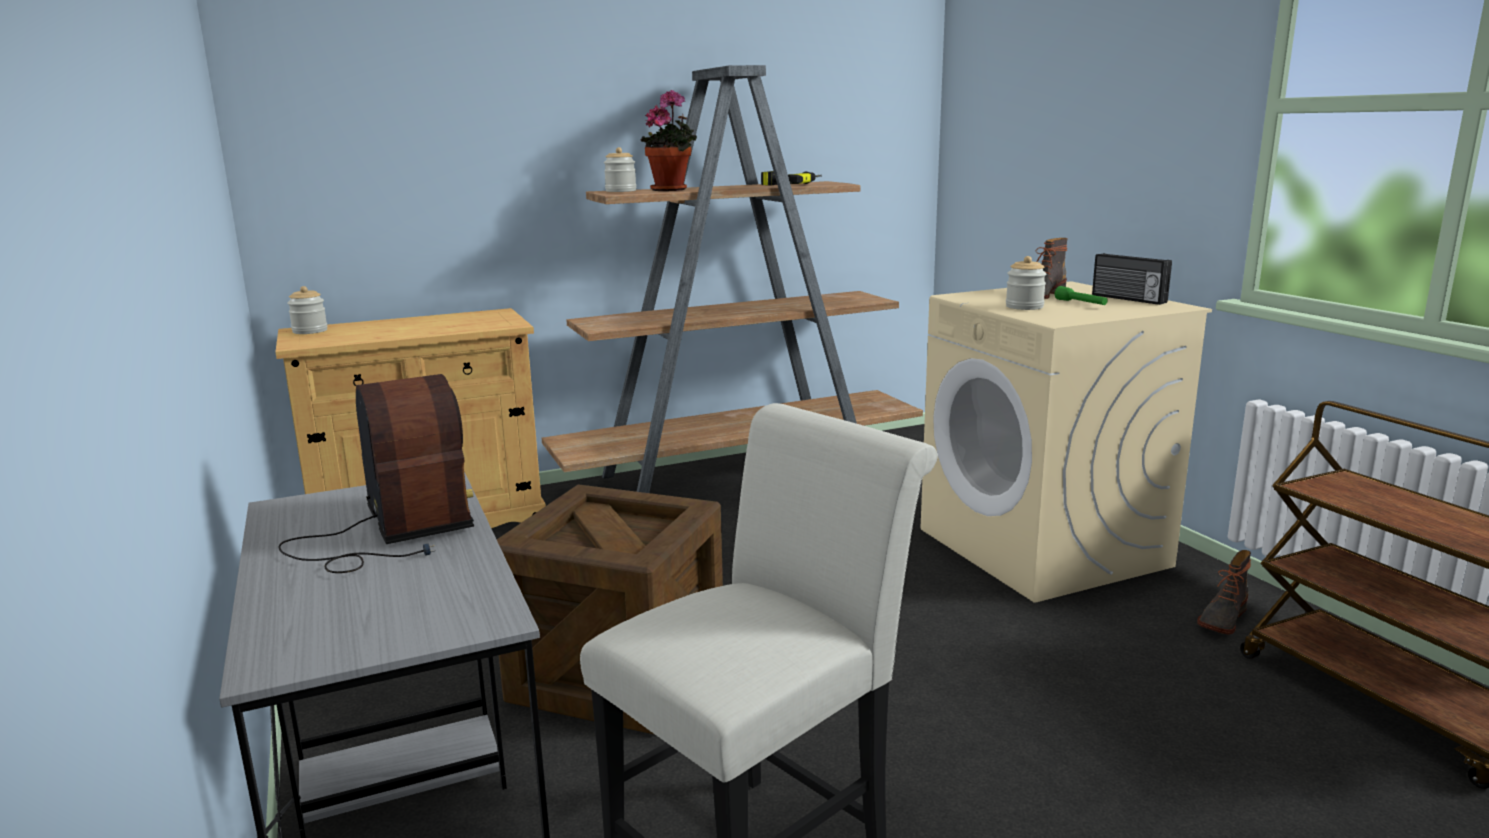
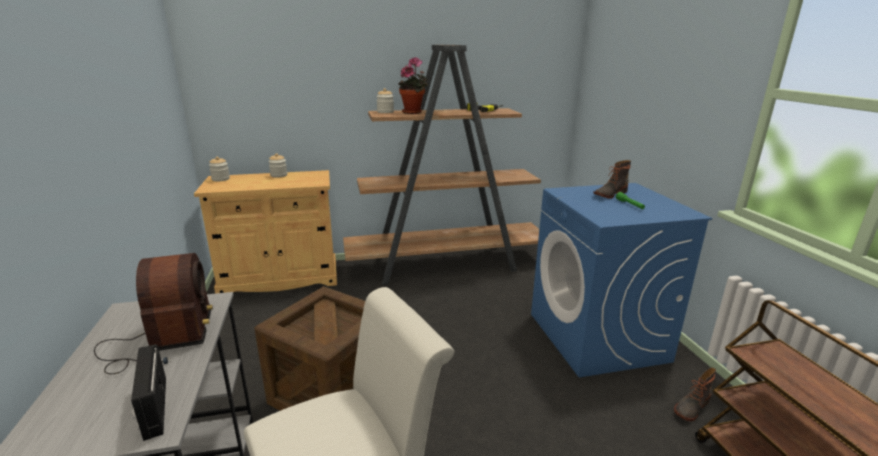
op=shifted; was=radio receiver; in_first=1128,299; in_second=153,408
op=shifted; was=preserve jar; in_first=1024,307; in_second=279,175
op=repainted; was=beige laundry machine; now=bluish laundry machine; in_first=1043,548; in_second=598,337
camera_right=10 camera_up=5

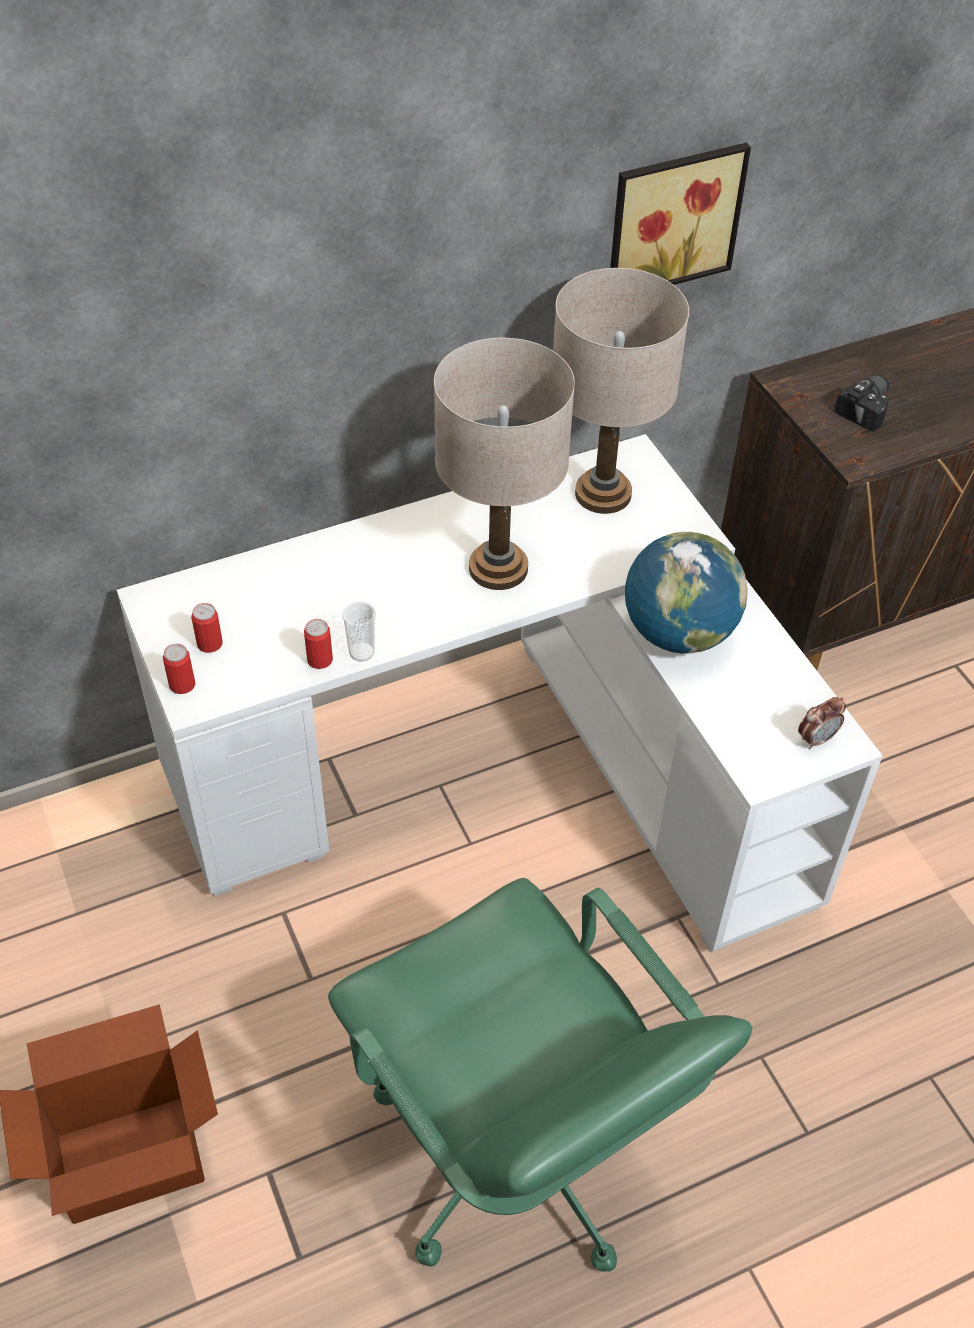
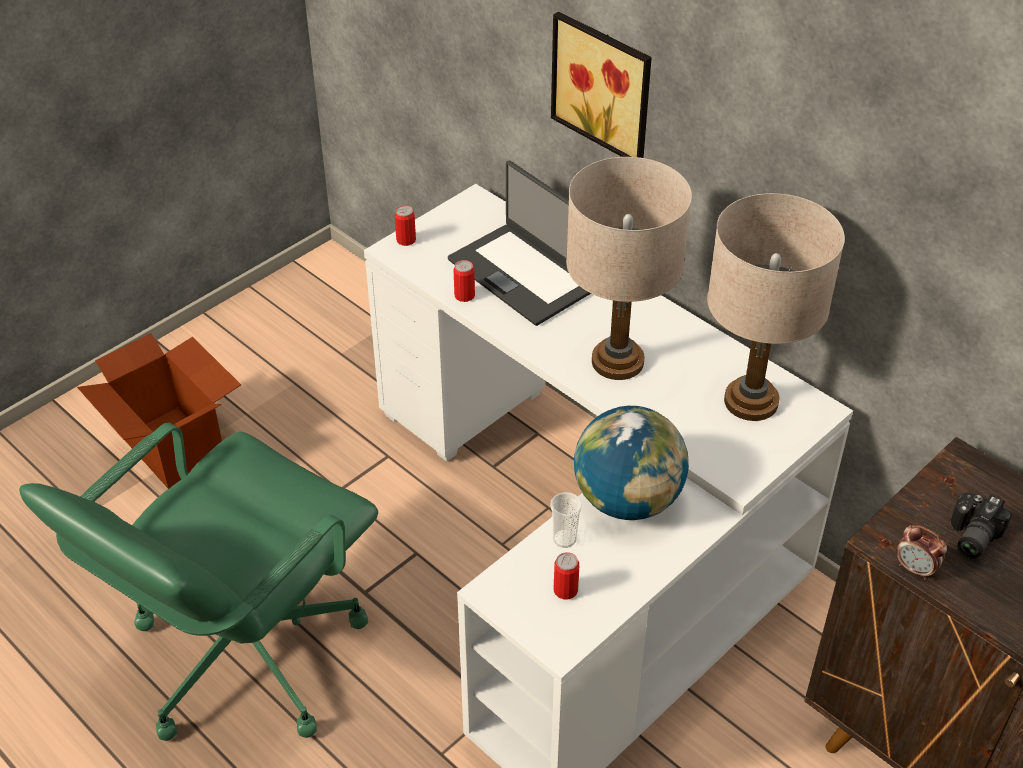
op=new; now=laptop; in_second=524,273
op=shifted; was=cup; in_first=361,652; in_second=564,539
op=shifted; was=wall art; in_first=672,217; in_second=604,85
op=shifted; was=can; in_first=210,644; in_second=565,590
op=shifted; was=table clock; in_first=816,739; in_second=915,569
op=rotated; was=still camera; in_first=867,410; in_second=970,536; clockwise=105
camera_right=70 camera_up=-5

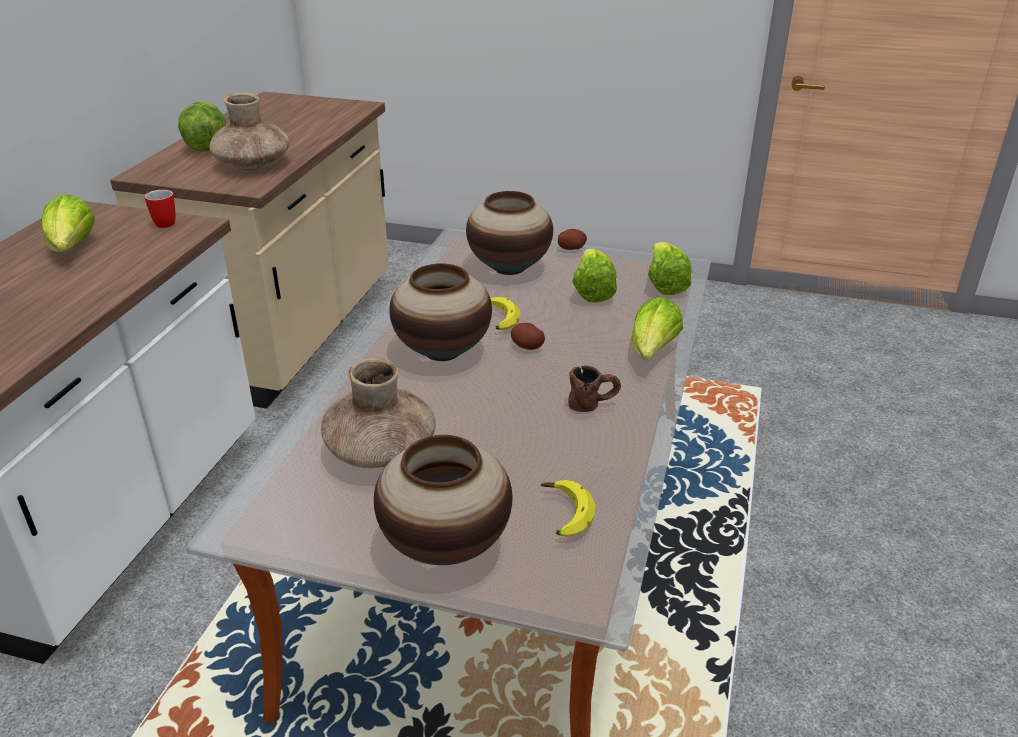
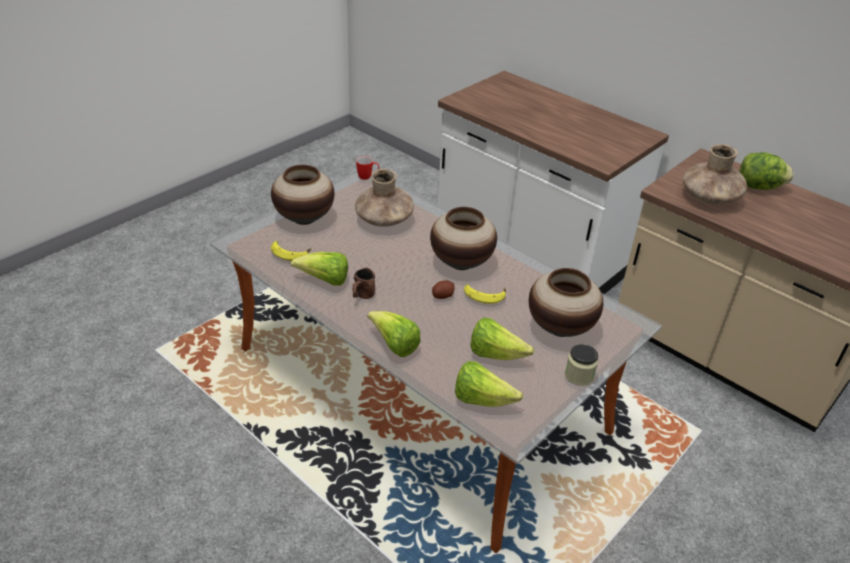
op=shifted; was=lettuce; in_first=72,249; in_second=324,280
op=shifted; was=mug; in_first=165,222; in_second=367,177
op=swapped; was=whole potato; now=preserve jar; in_first=571,248; in_second=579,375
camera_right=115 camera_up=5

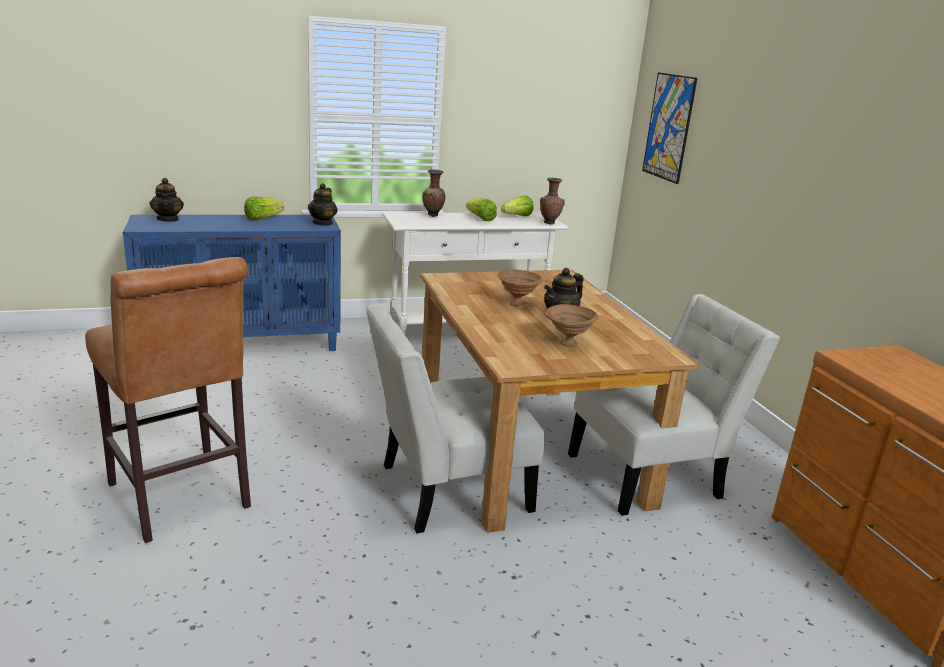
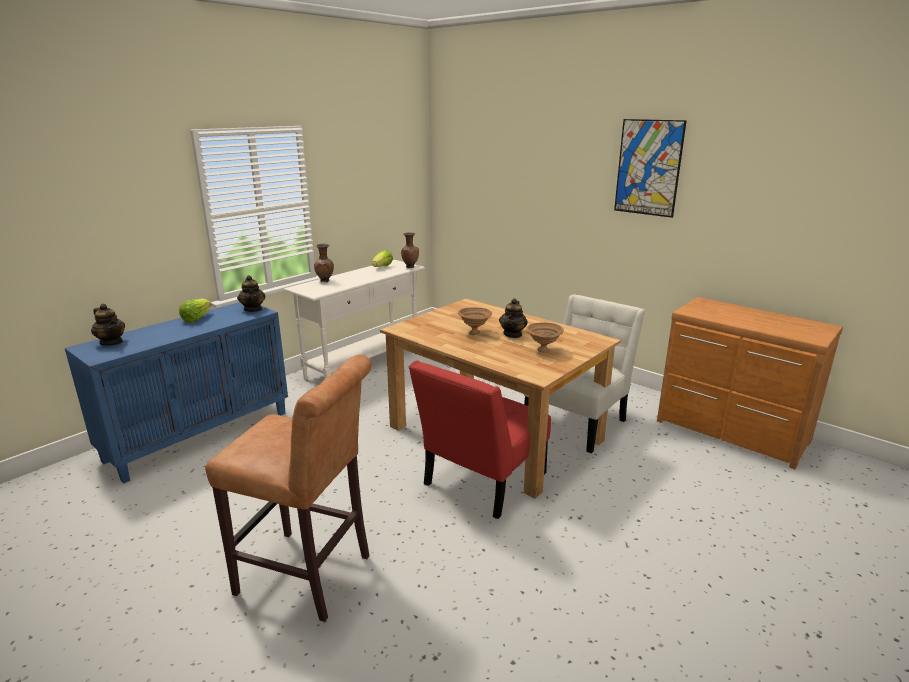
op=repainted; was=white-coloured upright chair; now=red-coloured upright chair; in_first=446,490; in_second=481,482
op=shifted; was=wall art; in_first=668,127; in_second=648,168
op=gone; was=lettuce; in_first=480,219
camera_right=-30 camera_up=0

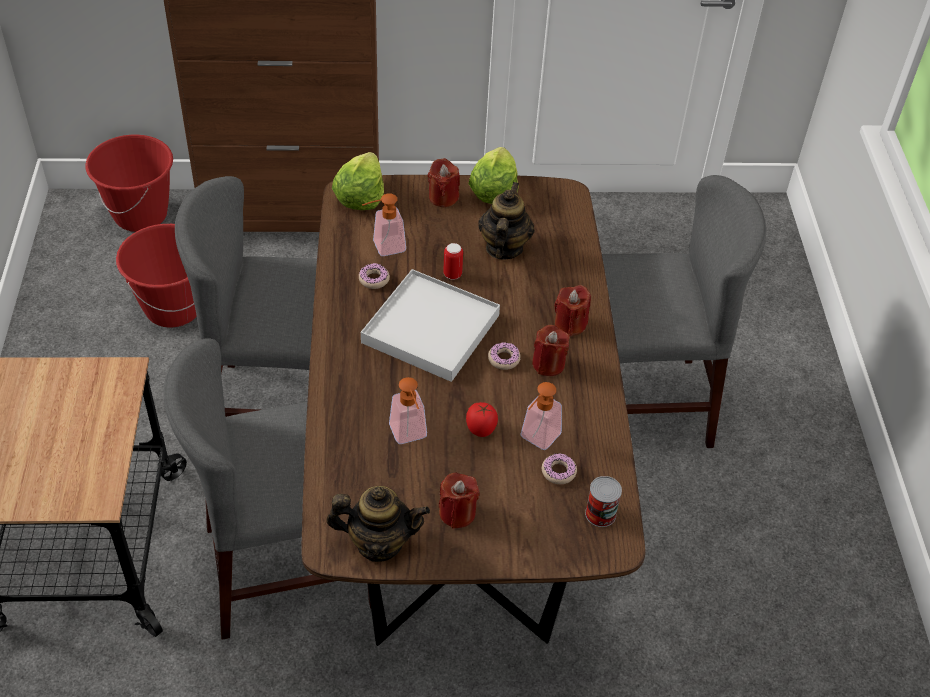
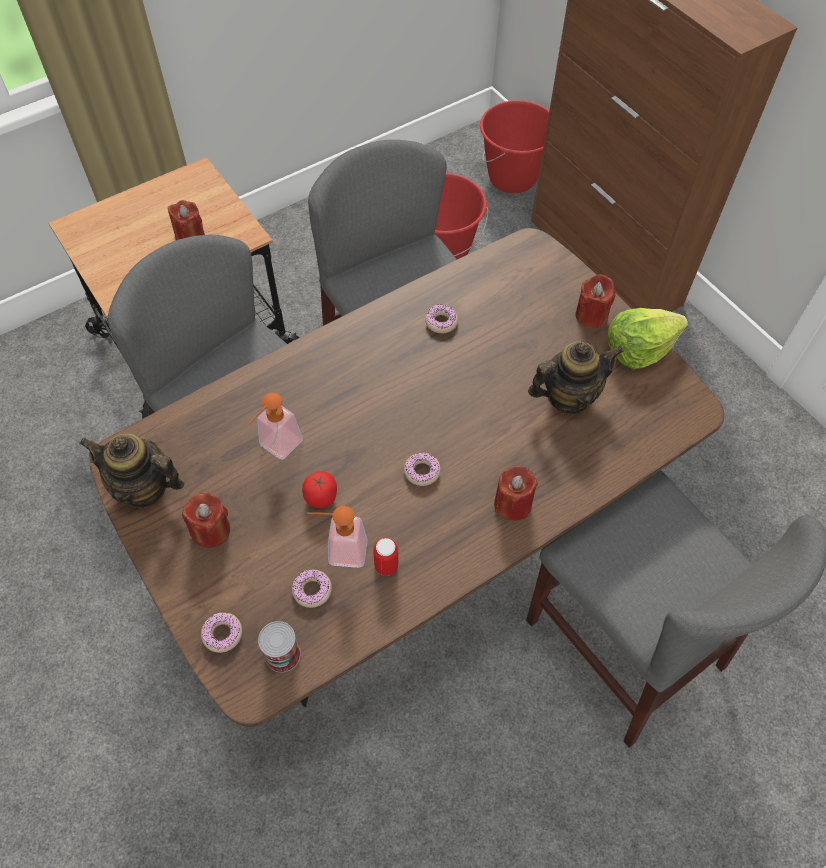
op=rotated; was=pot for tea; in_first=379,542; in_second=144,488; clockwise=135
op=shifted; was=red-coloured wax light; in_first=548,364; in_second=190,236
op=new; now=ring doughnut; in_second=222,634
op=shifted; was=can; in_first=452,274; in_second=386,566
op=gone; was=lettuce; in_first=360,196
op=gone; was=white-coloured tray; in_first=430,328
op=gone; was=soap dispenser; in_first=383,247
camera_right=60 camera_up=10

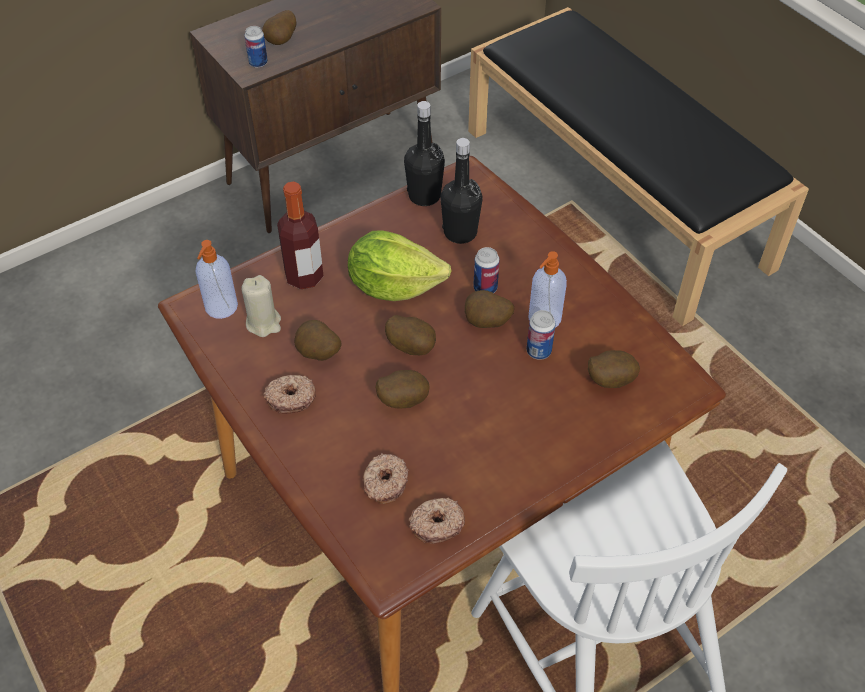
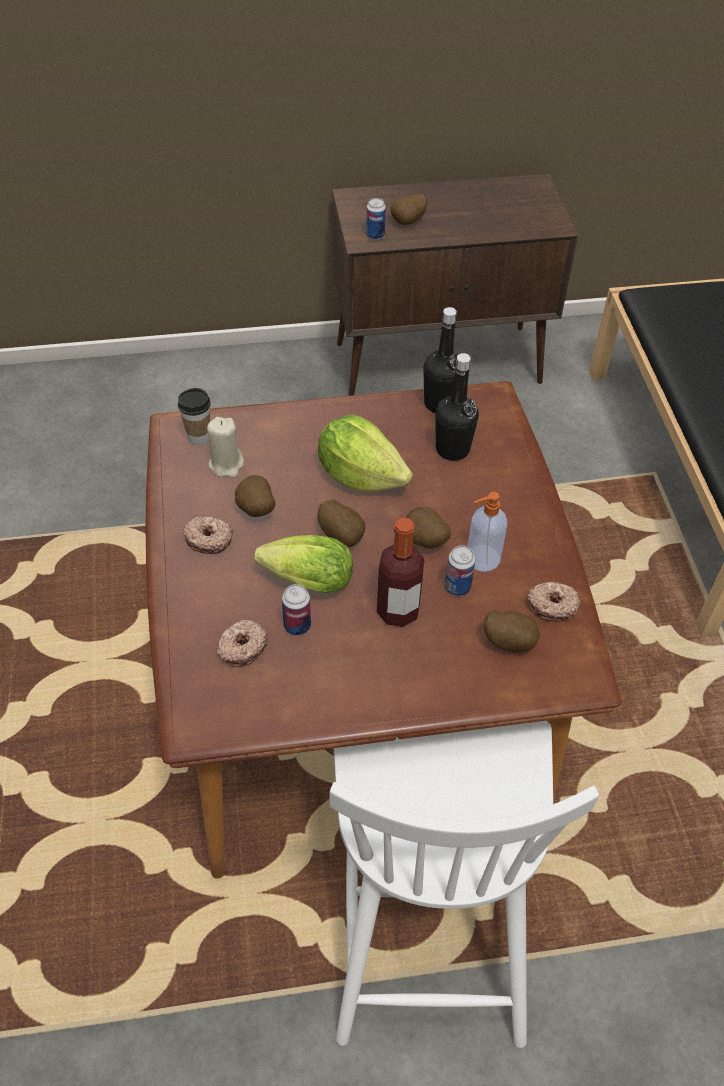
op=swapped; was=soap dispenser; now=cup; in_first=220,307; in_second=199,437
op=swapped; was=whole potato; now=lettuce; in_first=402,400; in_second=303,580
op=shifted; was=can; in_first=485,288; in_second=297,625
op=shifted; was=drink bottle; in_first=304,276; in_second=398,611
op=shifted; was=ring doughnut; in_first=436,524; in_second=552,605
camera_right=25 camera_up=0

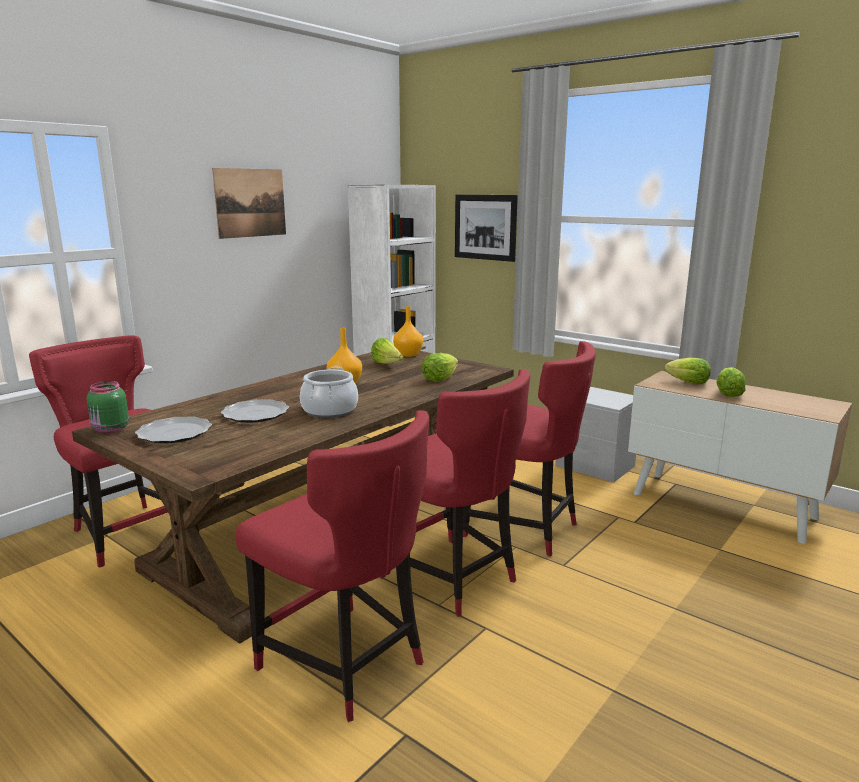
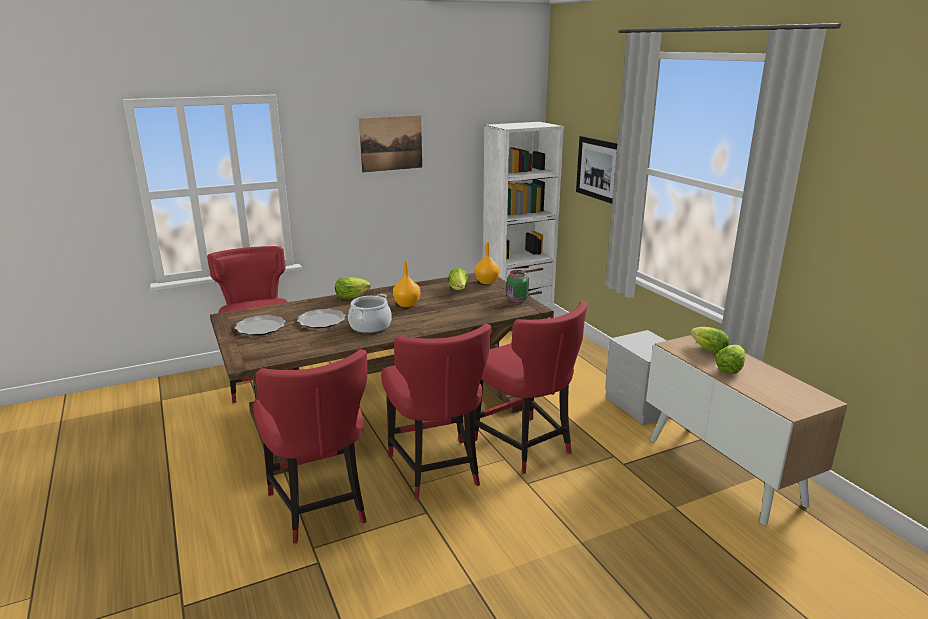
op=shifted; was=lettuce; in_first=439,379; in_second=351,297
op=shifted; was=green preserve jar; in_first=110,430; in_second=516,300
camera_right=25 camera_up=5

